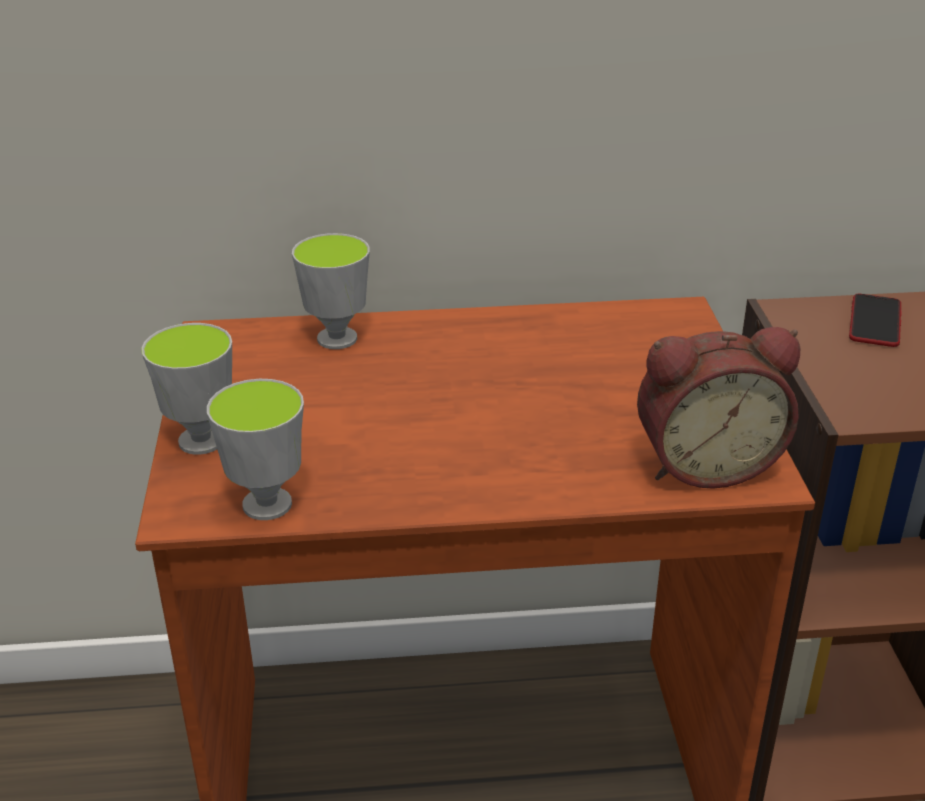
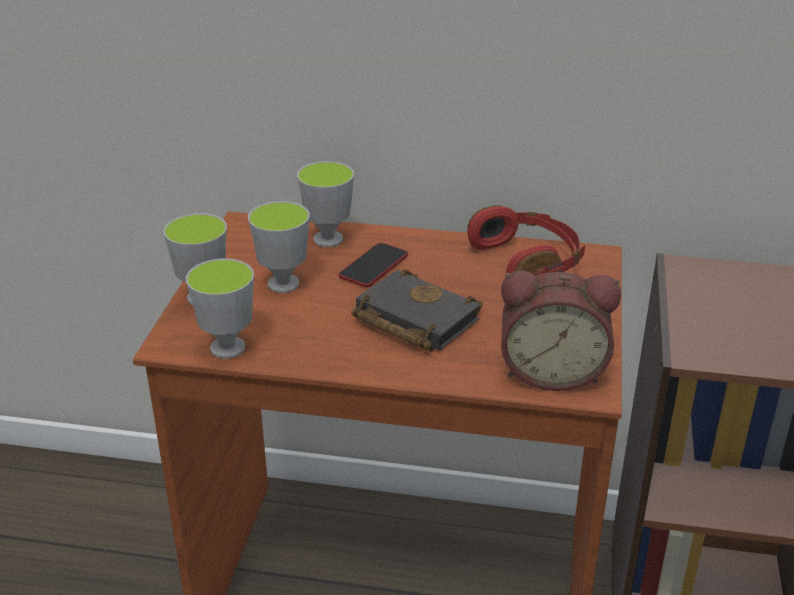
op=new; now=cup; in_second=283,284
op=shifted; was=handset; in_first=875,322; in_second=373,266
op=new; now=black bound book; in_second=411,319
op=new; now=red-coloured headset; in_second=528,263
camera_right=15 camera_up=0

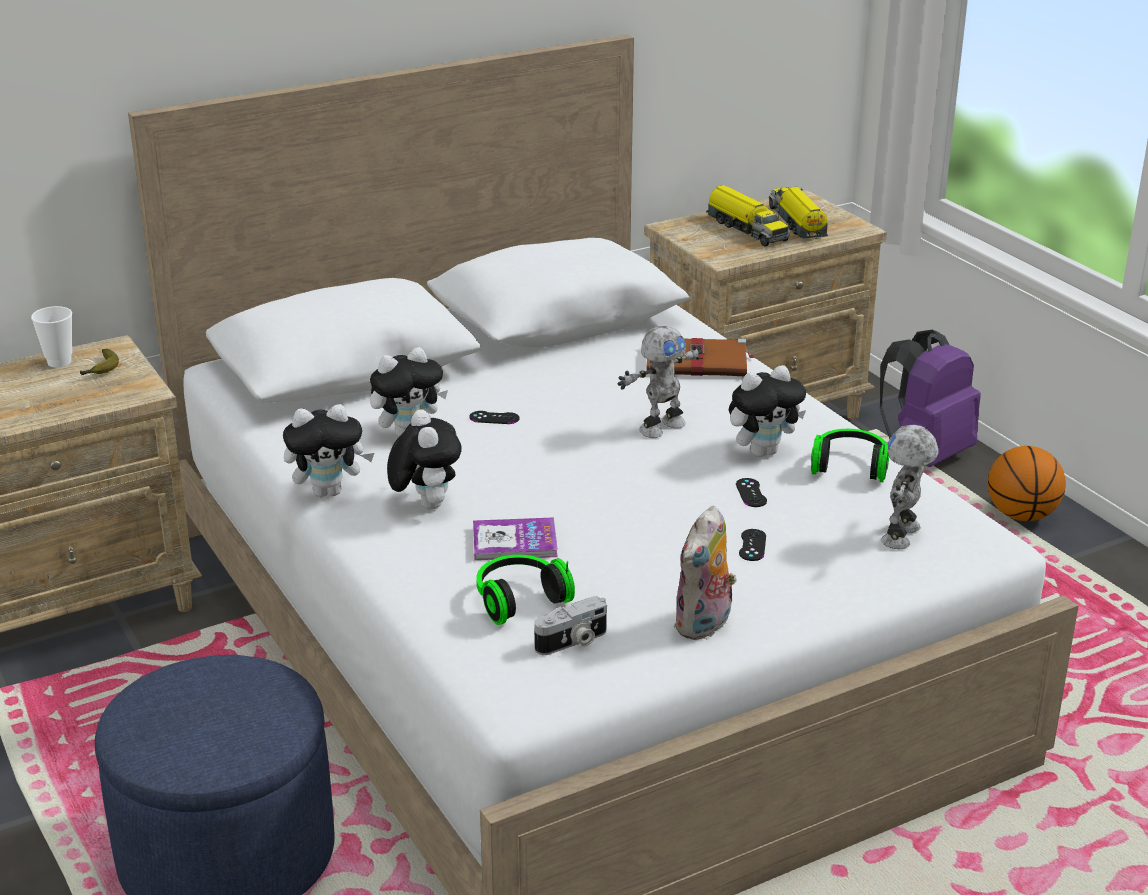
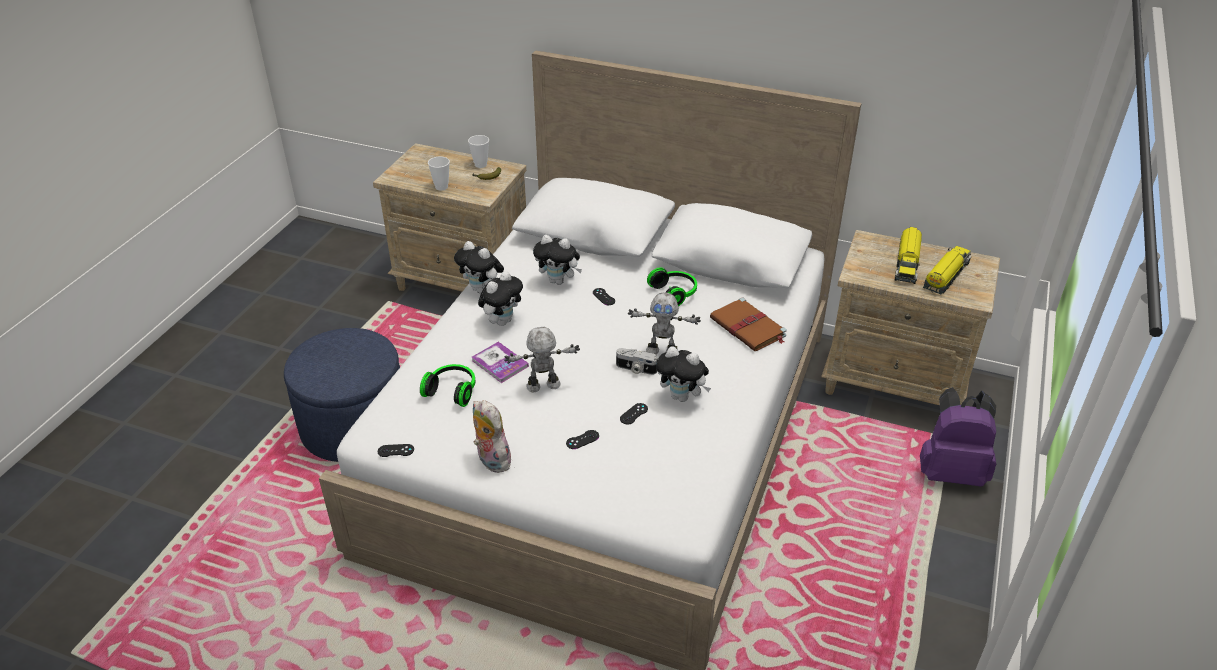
op=new; now=black gamepad; in_second=396,450
op=new; now=cup; in_second=441,187
op=rotated; was=plush toy; in_first=705,626; in_second=491,460; clockwise=60
op=shifted; was=robot figure; in_first=903,536; in_second=543,387
op=shifted; was=still camera; in_first=573,642; in_second=635,369
op=shifted; was=headset; in_first=850,467; in_second=675,293
op=gone; was=ball for basketball; in_first=1021,515
camera_right=50 camera_up=10

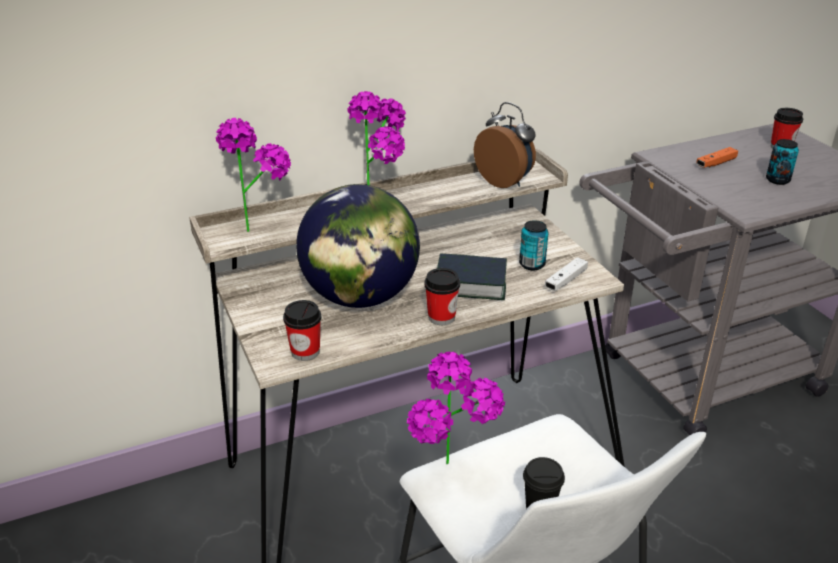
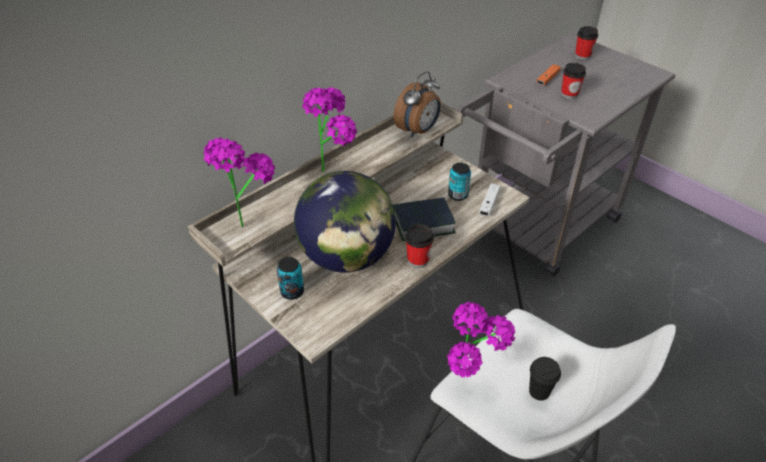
op=shifted; was=can; in_first=777,180; in_second=292,292
op=rotated; was=table clock; in_first=505,181; in_second=418,131; clockwise=105
op=shifted; was=cup; in_first=305,352; in_second=569,94
camera_right=-20 camera_up=10

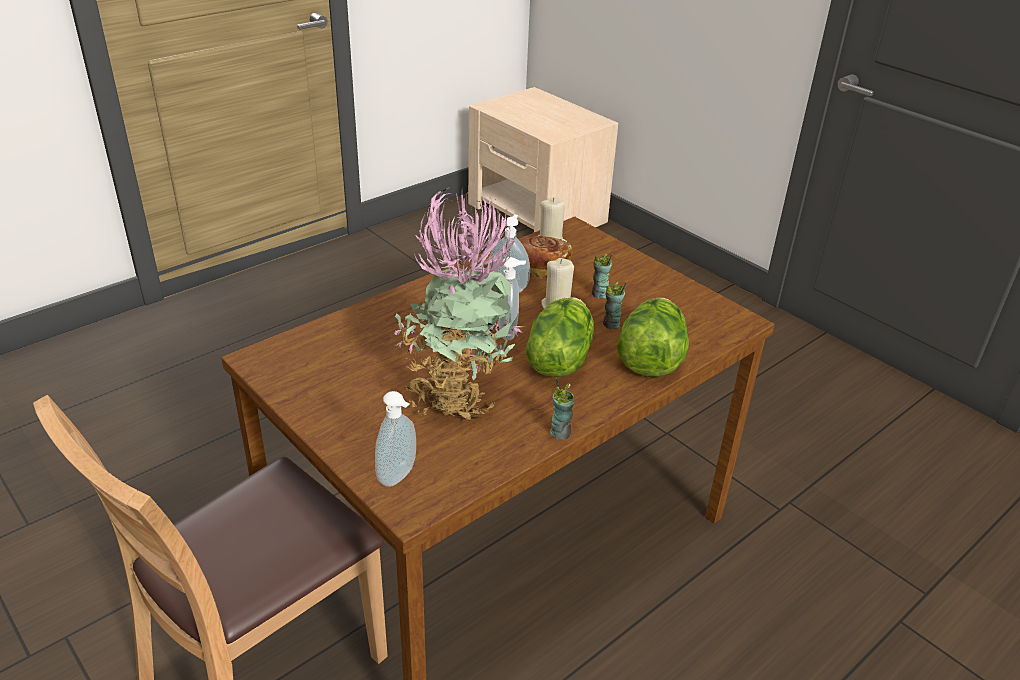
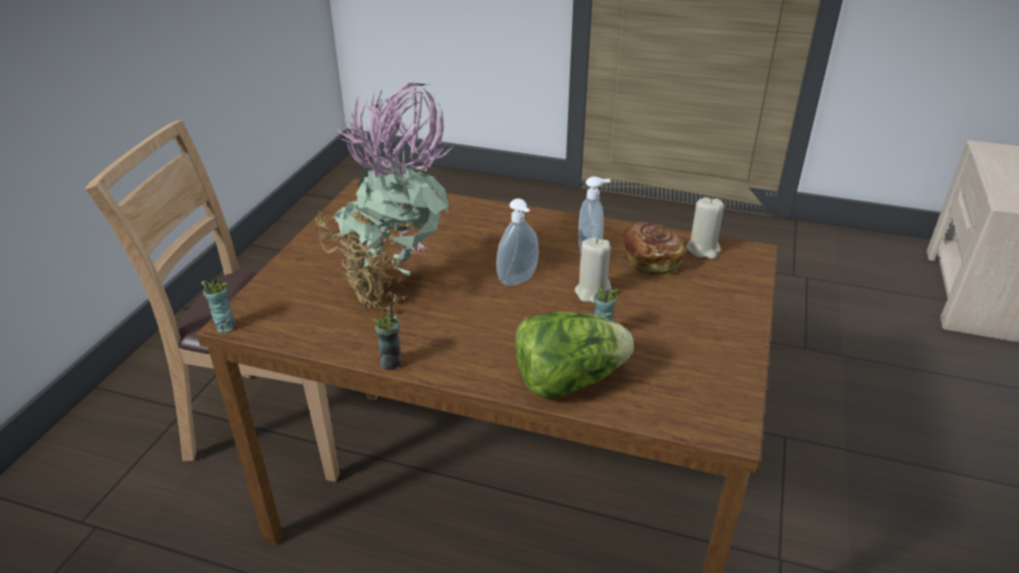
op=shifted; was=cup; in_first=599,294; in_second=225,326
op=gone; was=soap dispenser; in_first=399,477
op=gone; was=lettuce; in_first=558,360
camera_right=60 camera_up=0

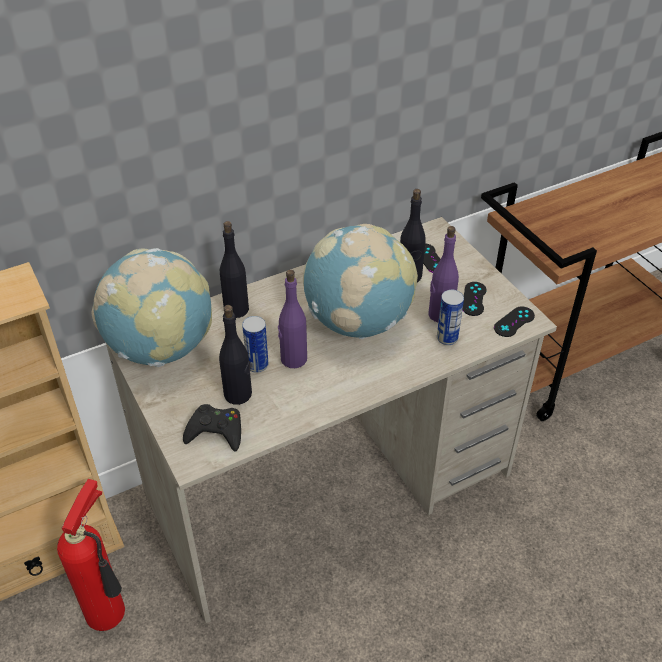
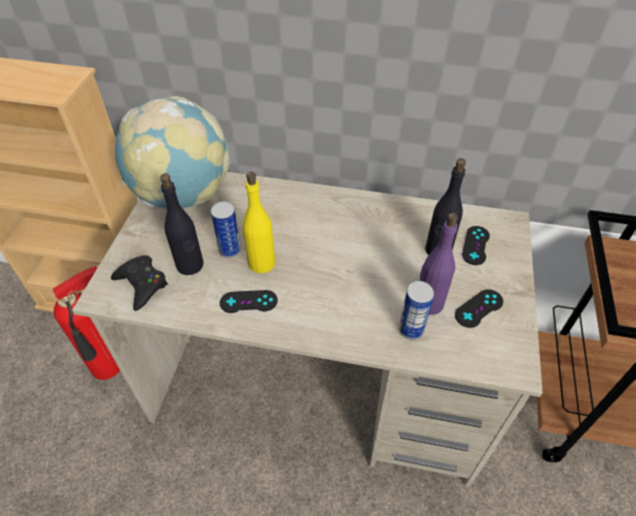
op=shifted; was=black gamepad; in_first=514,322; in_second=248,302
op=repainted; was=purplish drink bottle; now=yellowish drink bottle; in_first=293,359; in_second=261,263
op=gone; was=black drink bottle; in_first=236,309
op=gone; was=world globe; in_first=358,322
camera_right=40 camera_up=5

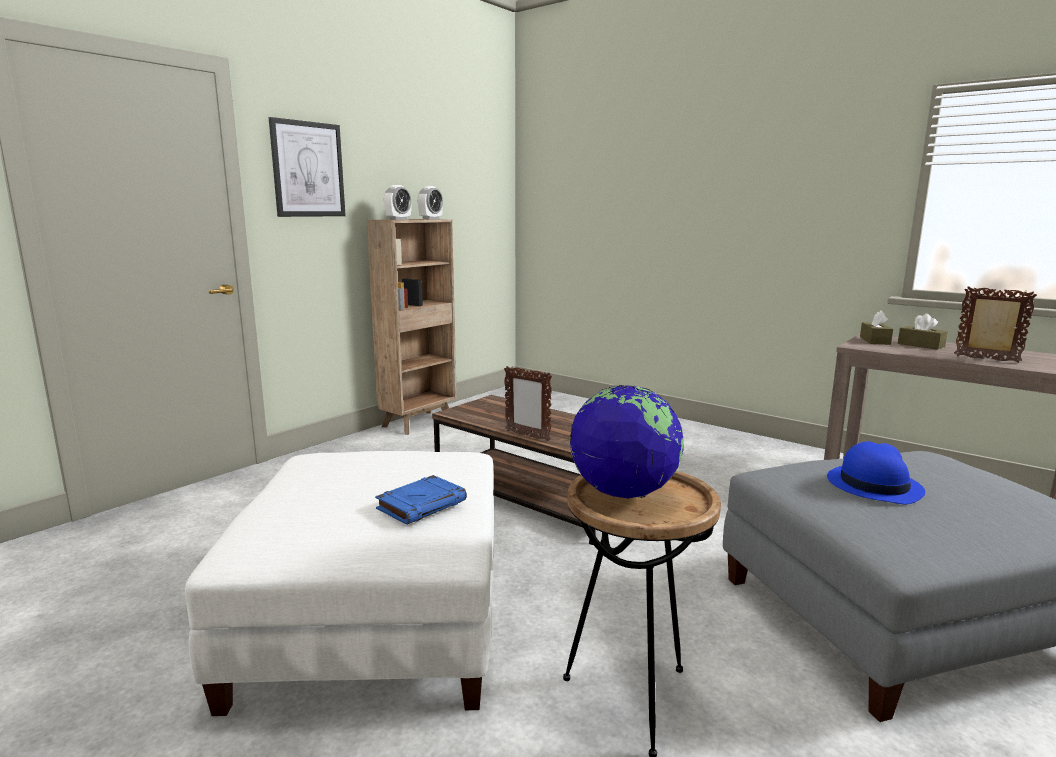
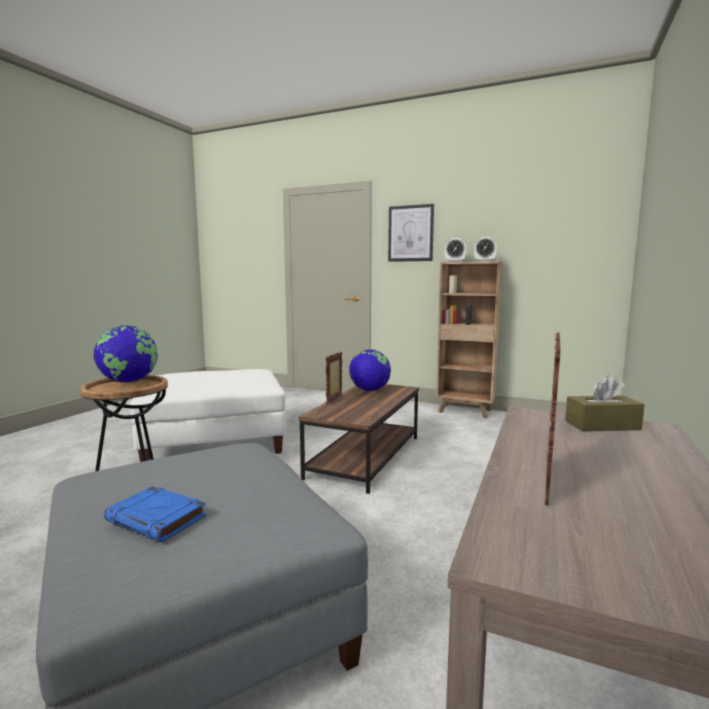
op=shifted; was=bluish bound book; in_first=422,504; in_second=157,519
op=new; now=world globe; in_second=369,390
op=gone; was=bluish wearable hat; in_first=873,485
op=gone; was=brown-coloured box of tissues; in_first=921,345
camera_right=75 camera_up=-5

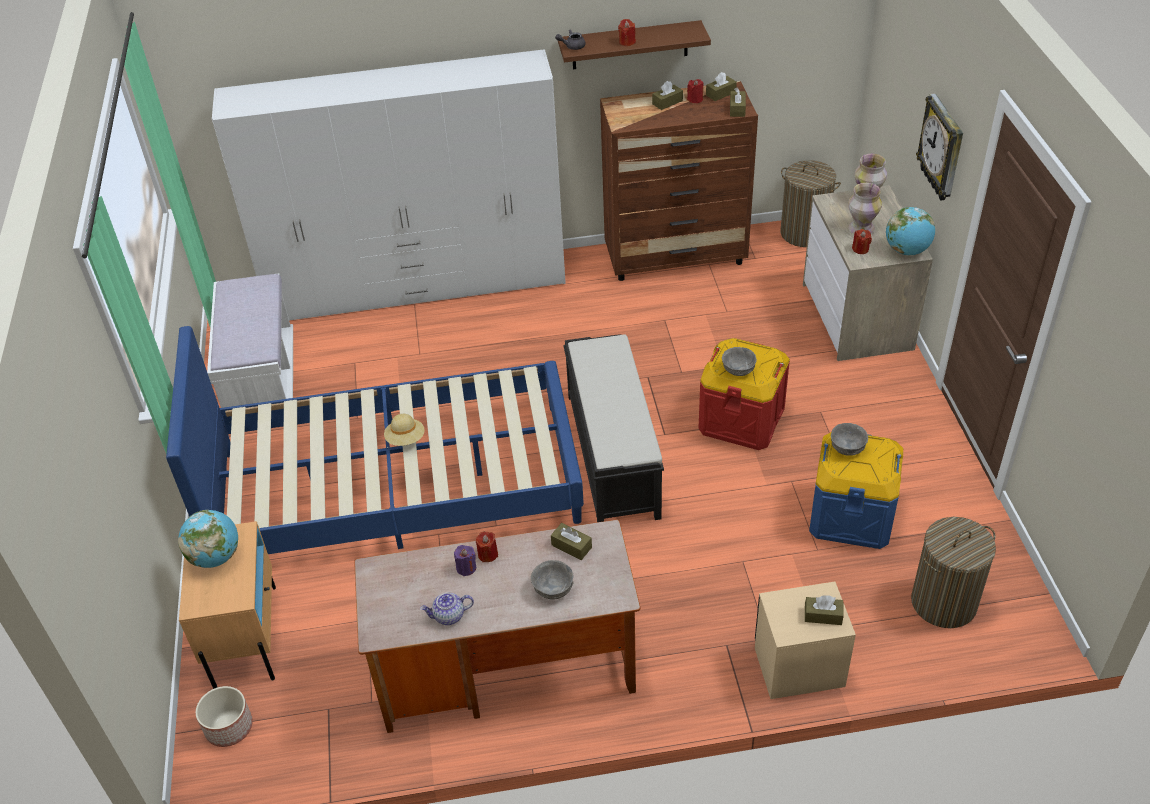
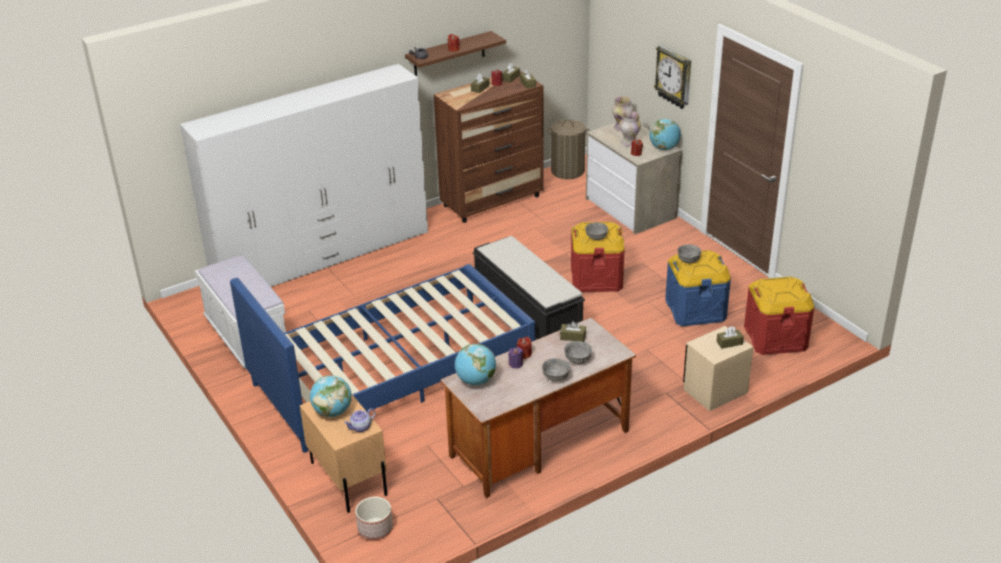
op=shifted; was=pot for tea; in_first=449,616; in_second=361,427
op=new; now=world globe; in_second=476,381
op=new; now=gray deep dish; in_second=555,377
op=swapped; was=washing basket; now=red-coloured storage bin; in_first=943,602; in_second=775,337
op=gone; was=beige wearable hat; in_first=405,439
camera_right=-25 camera_up=-10

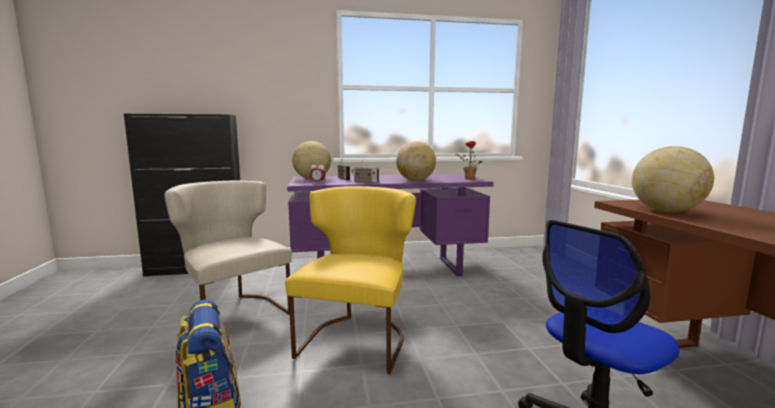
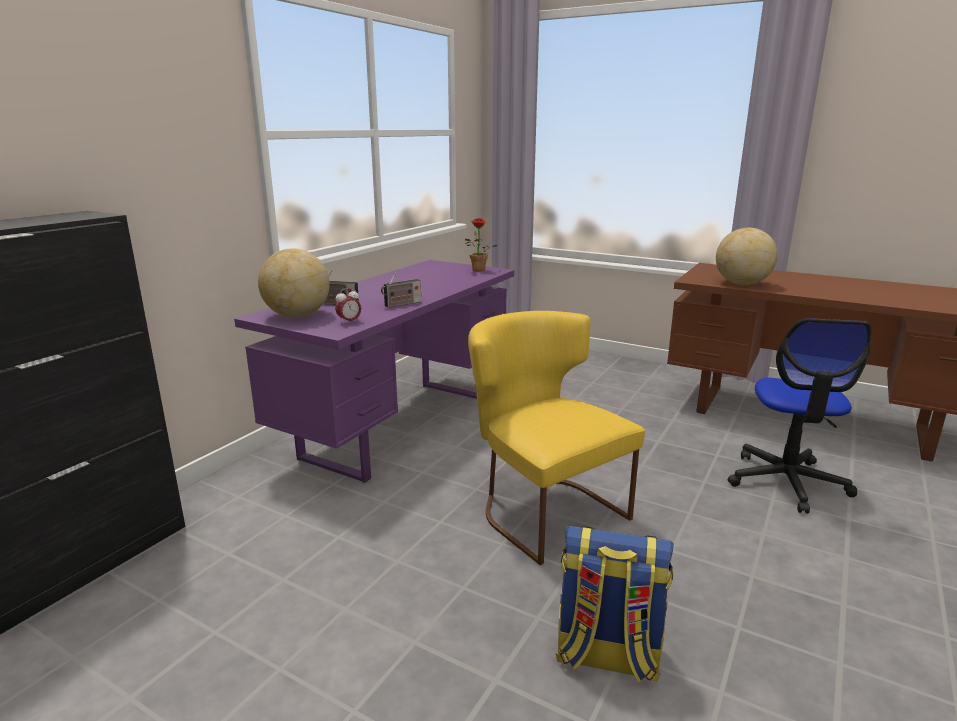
op=gone; was=beige upright chair; in_first=234,312
op=gone; was=world globe; in_first=416,181
camera_right=-50 camera_up=10

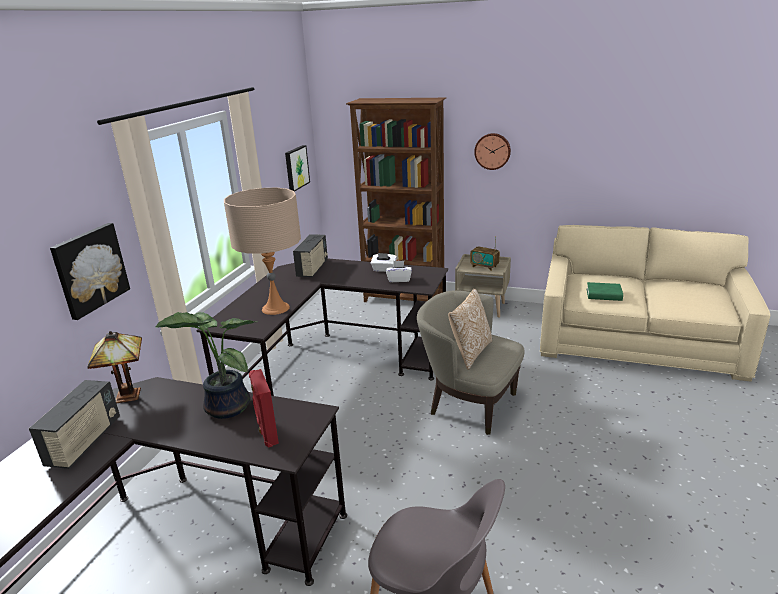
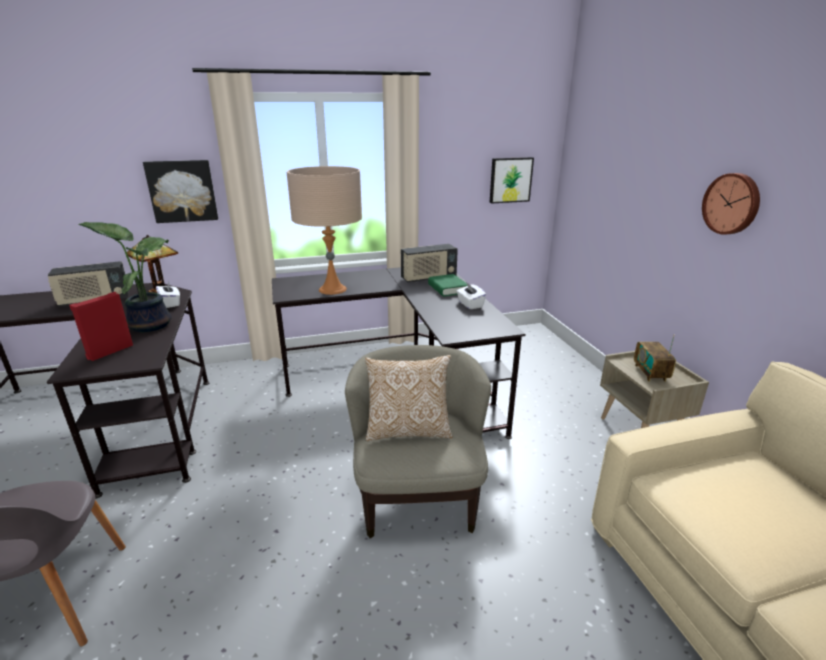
op=shifted; was=white-coloured box of tissues; in_first=399,279; in_second=170,303
op=shifted; was=green bound book; in_first=604,295; in_second=447,289
op=gone; was=brown-coloured shelving unit; in_first=404,299
camera_right=55 camera_up=0

